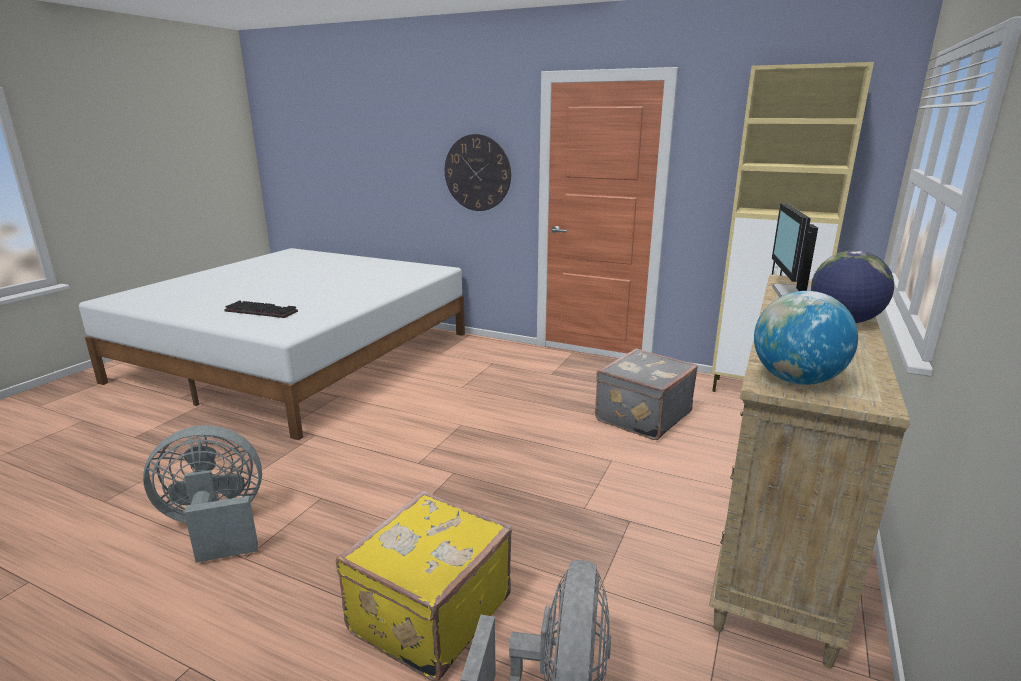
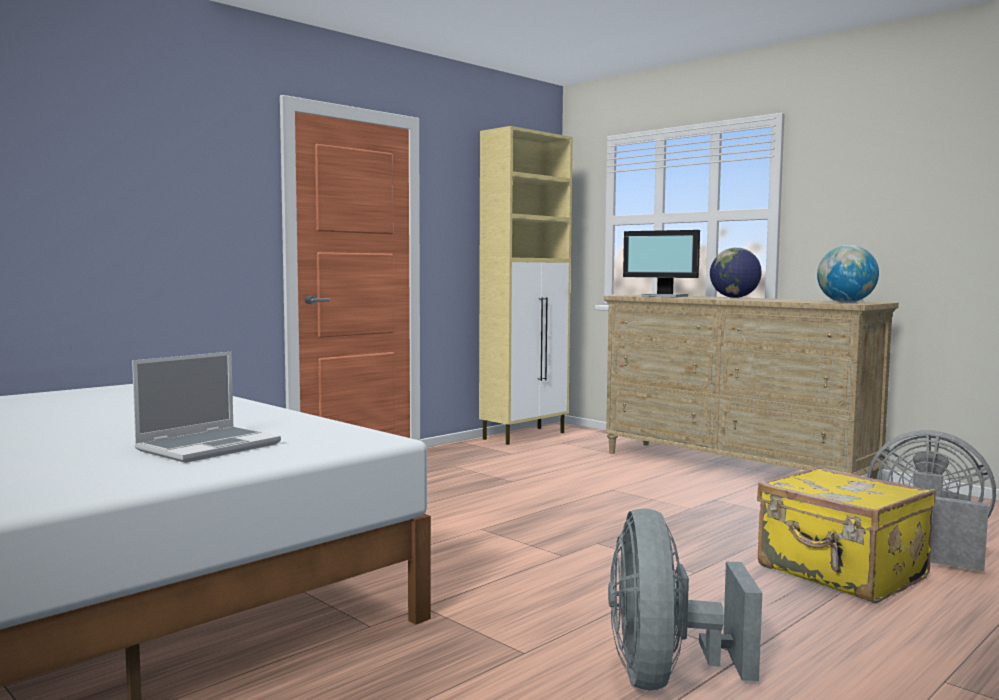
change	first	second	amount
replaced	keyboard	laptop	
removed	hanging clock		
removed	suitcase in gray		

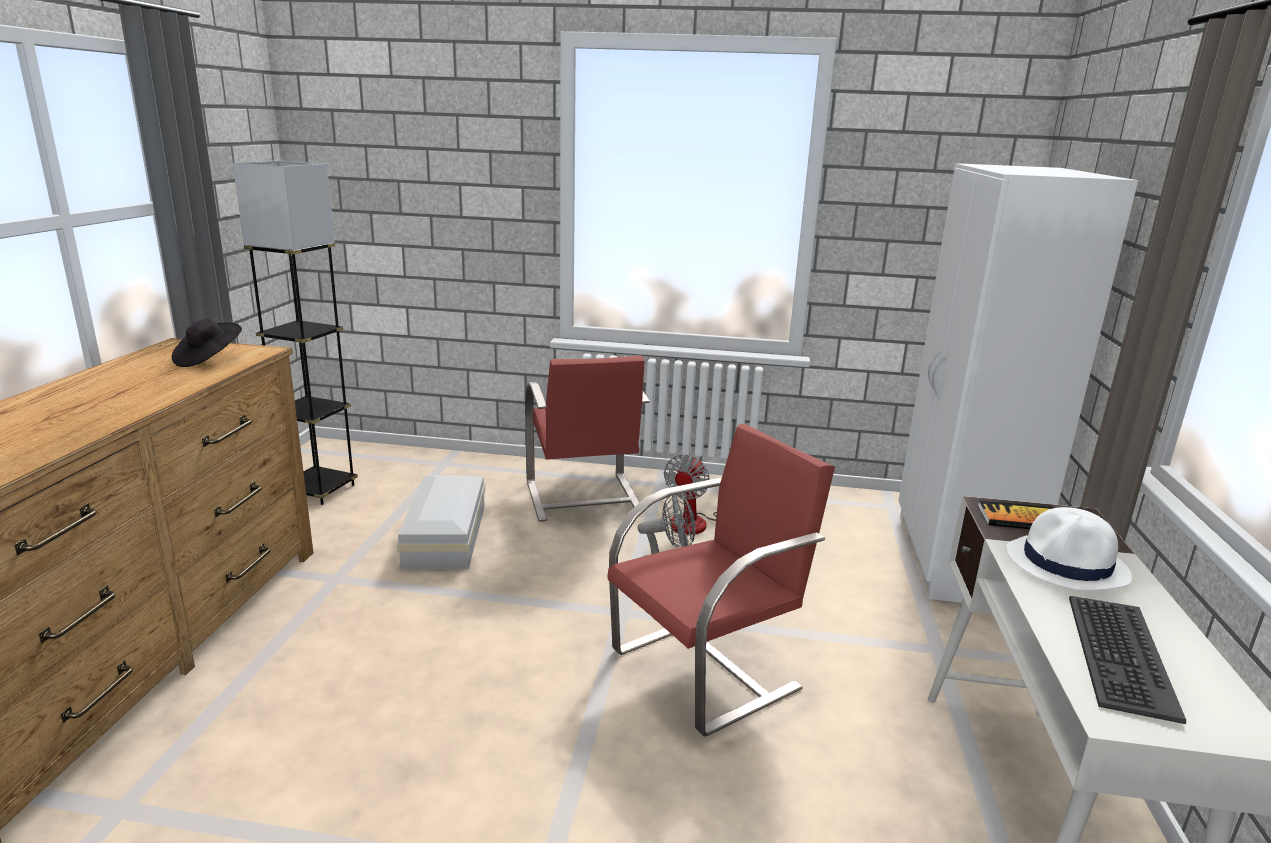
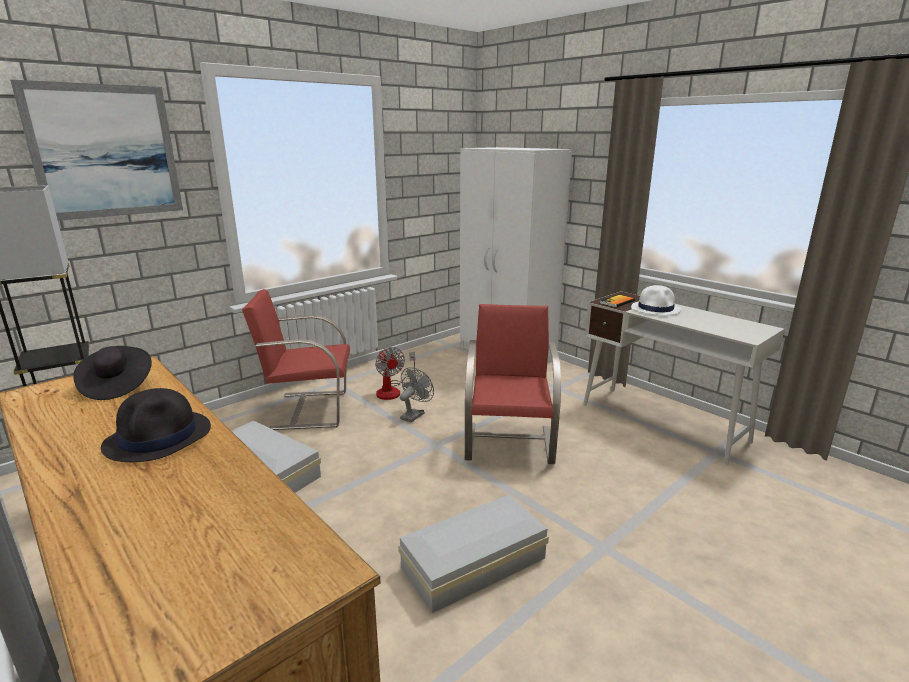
change	first	second	amount
added		wall art	
added		hat in black-coloured (2nd from left)	
turned	upright chair in red (1st from left)		150 degrees clockwise
added		storage container in whitish (2nd from left)	
removed	keyboard		

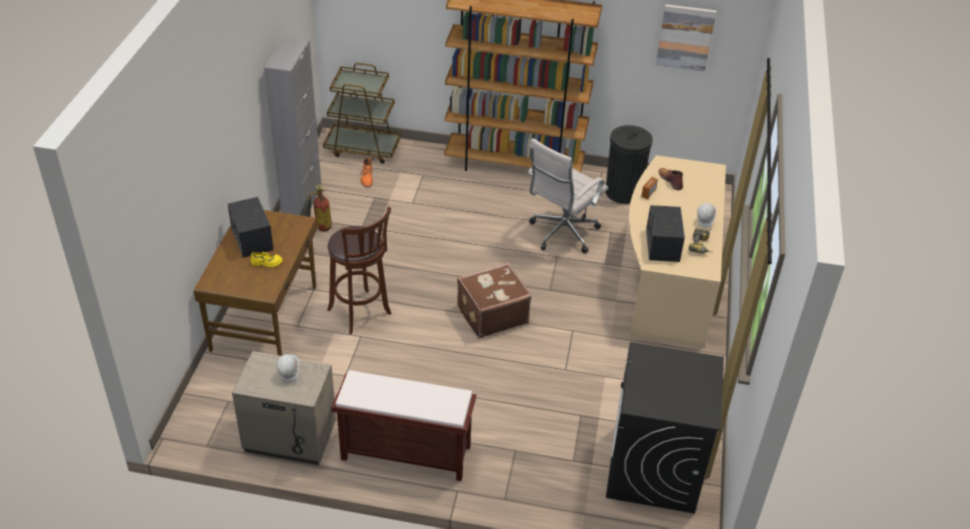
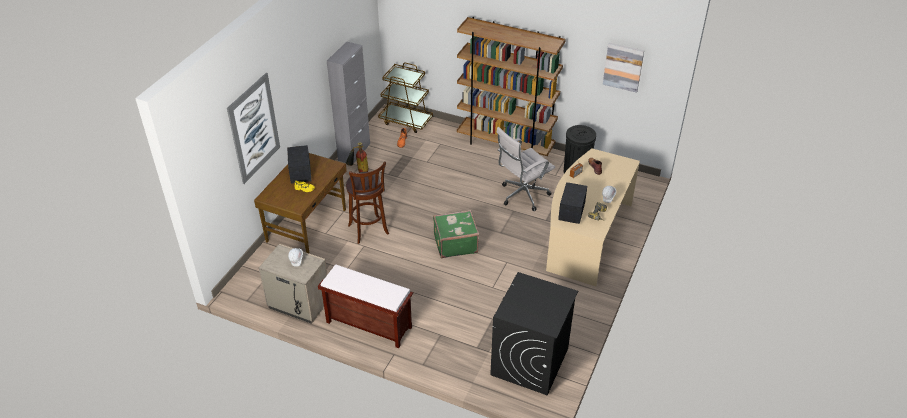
change	first	second	amount
added		wall art (1st from left)	
recoloured	suitcase in brownish	suitcase in green-coloured	

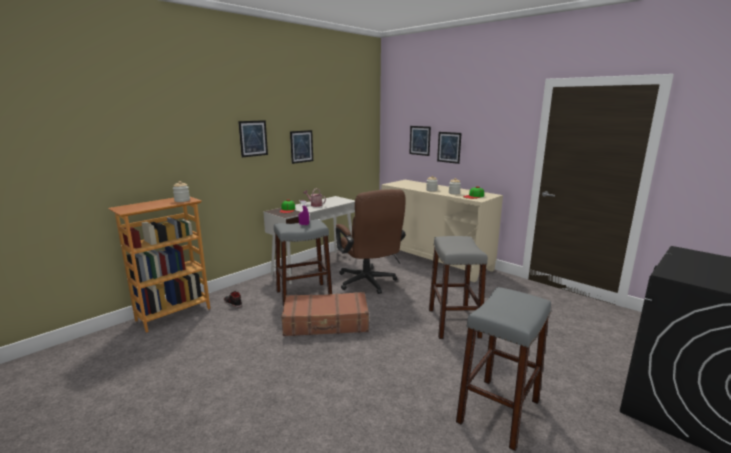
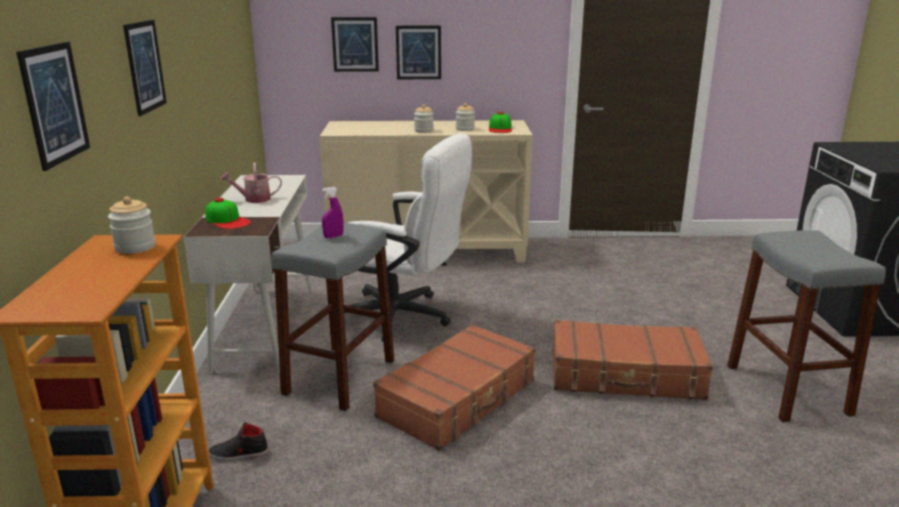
change	first	second	amount
moved	wall art (2nd from left in the first image)	wall art (1st from left)	
recoloured	computer chair in brownish	computer chair in whitish	
added		suitcase in brownish (2nd from left)	
removed	stool seat in gray (2nd from left)		

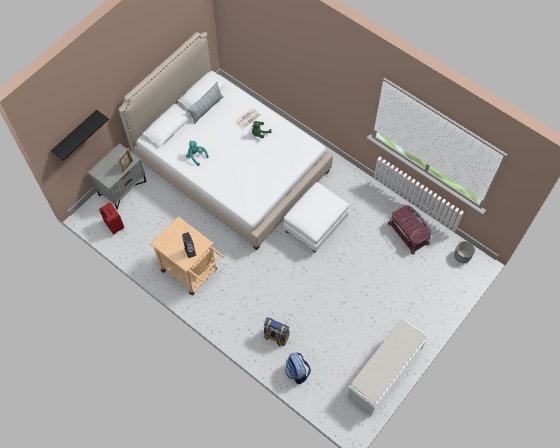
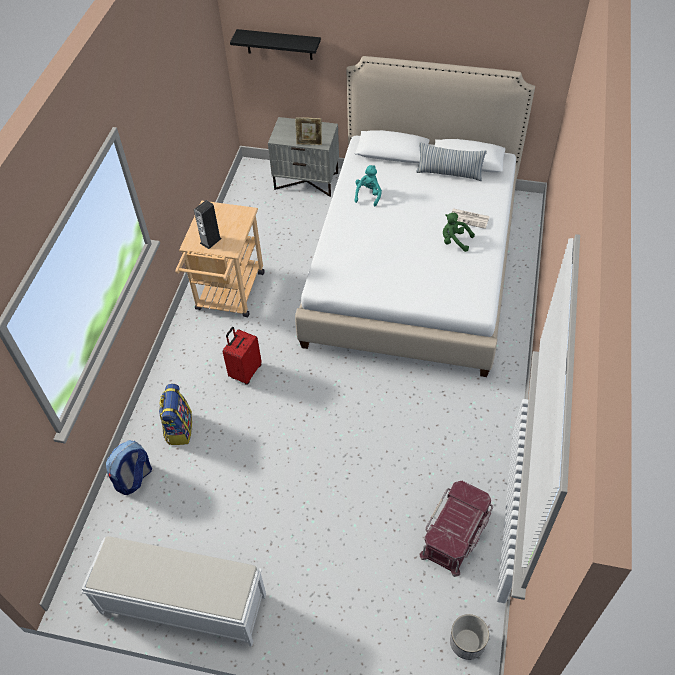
change	first	second	amount
moved	suitcase in red		
removed	pouffe in whitish		

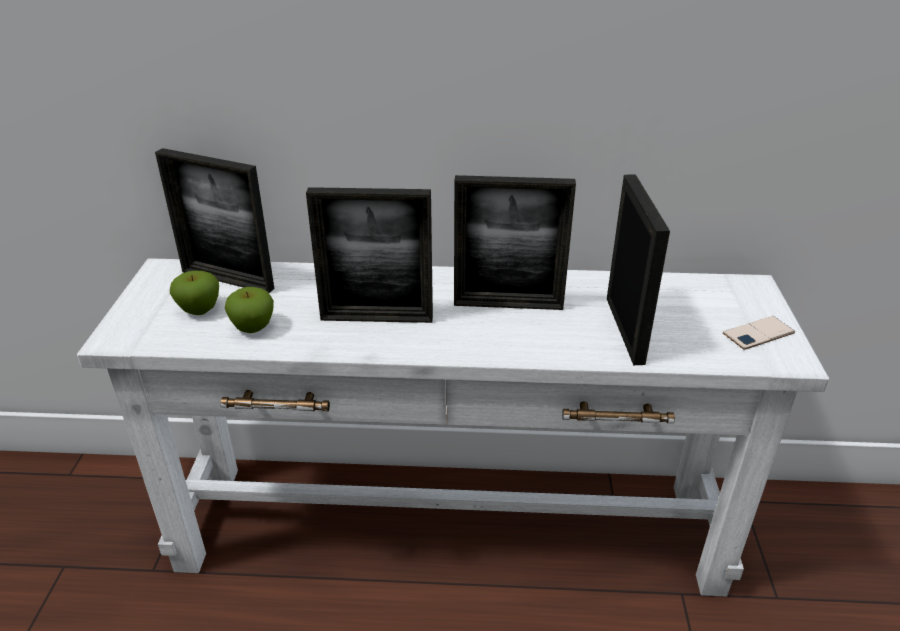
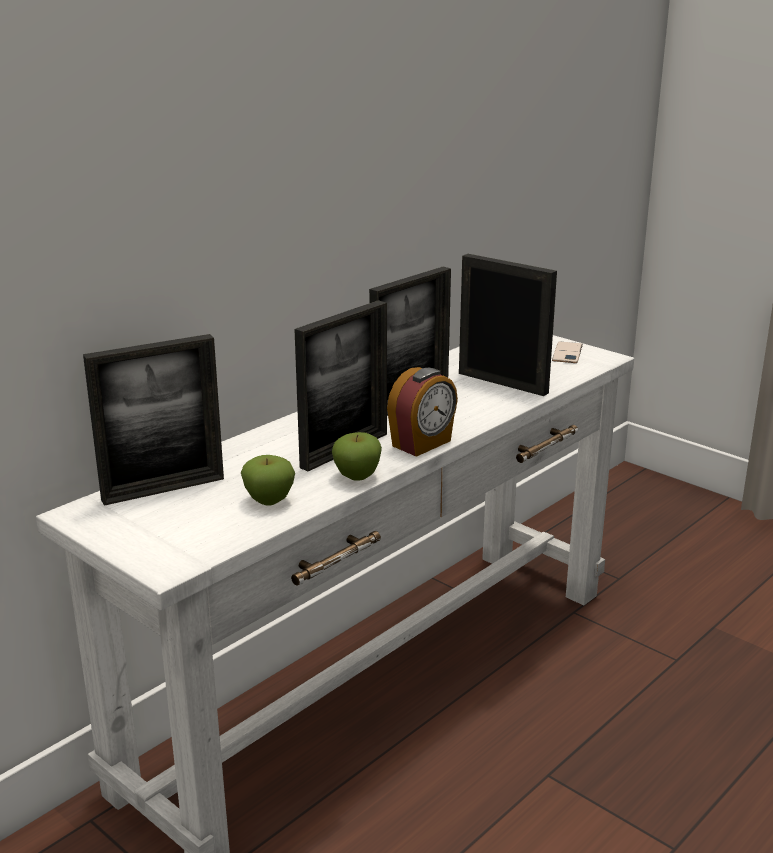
change	first	second	amount
moved	whole apple (1st from left in the first image)	whole apple (2nd from left)	
added		table clock	

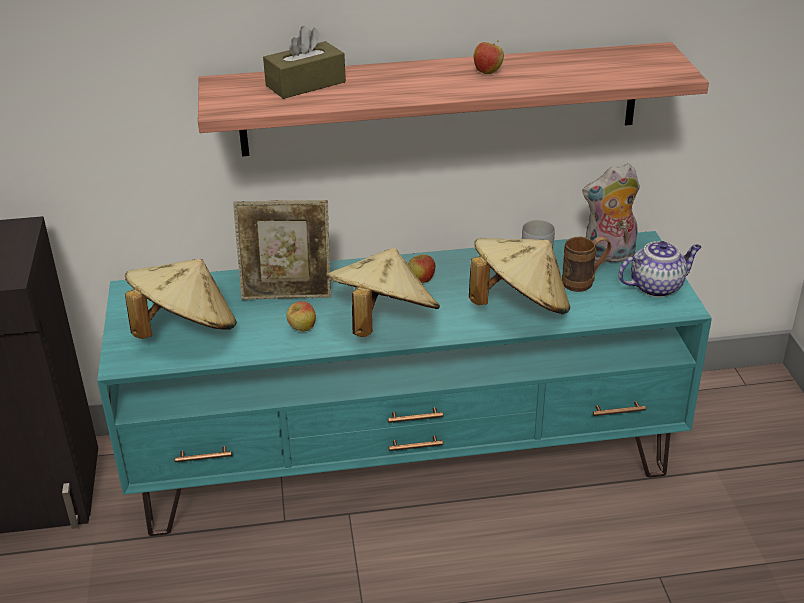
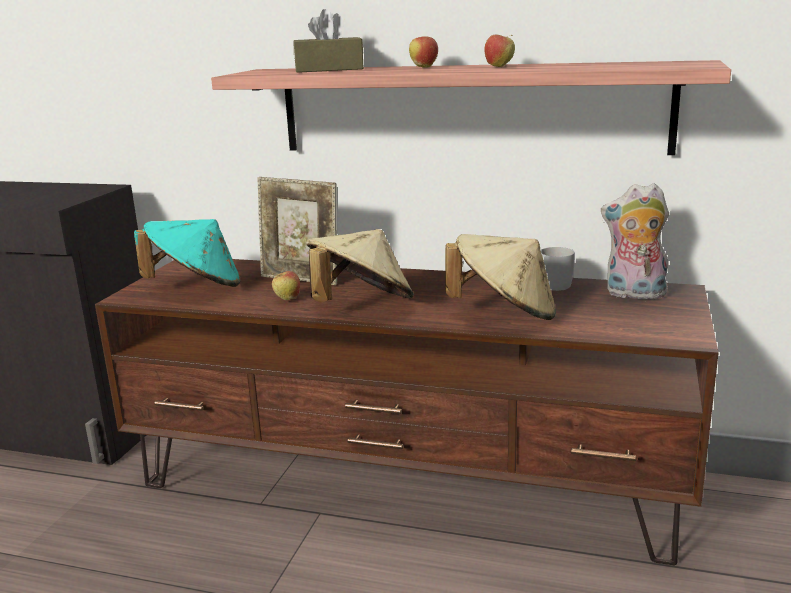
change	first	second	amount
recoloured	tv unit in turquoise-coloured	tv unit in brownish	
recoloured	hat in beige-coloured (1st from left)	hat in turquoise-coloured	
moved	whole apple (2nd from left)		
removed	mug in brownish		
removed	teapot		

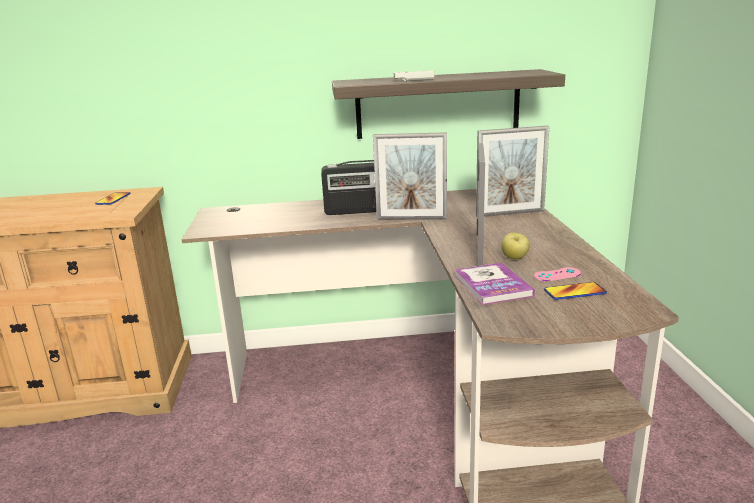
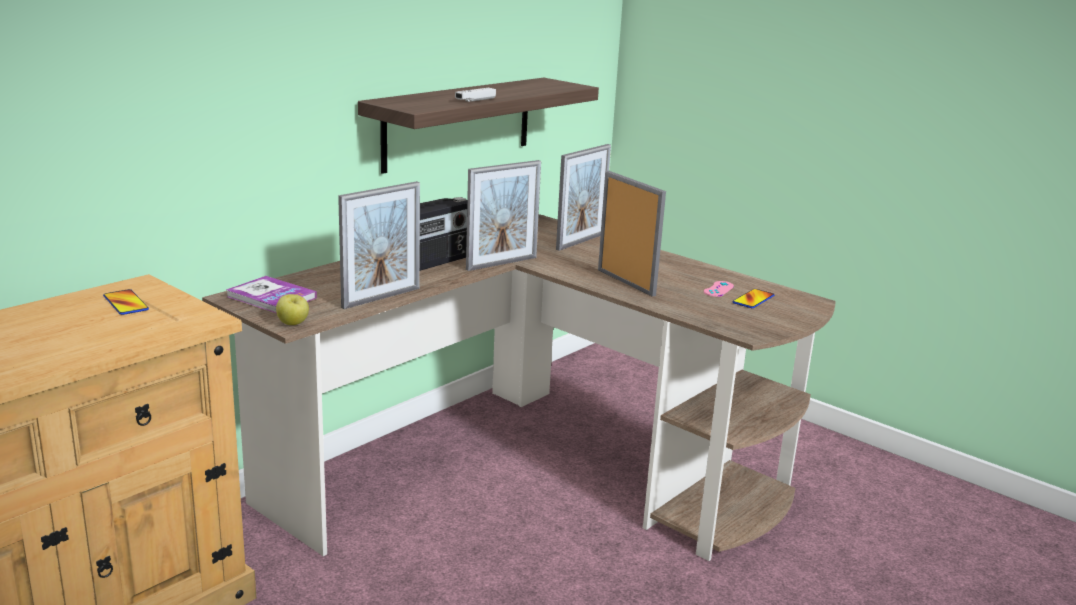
change	first	second	amount
moved	volume		
moved	whole apple		
added		picture frame (1st from left)	

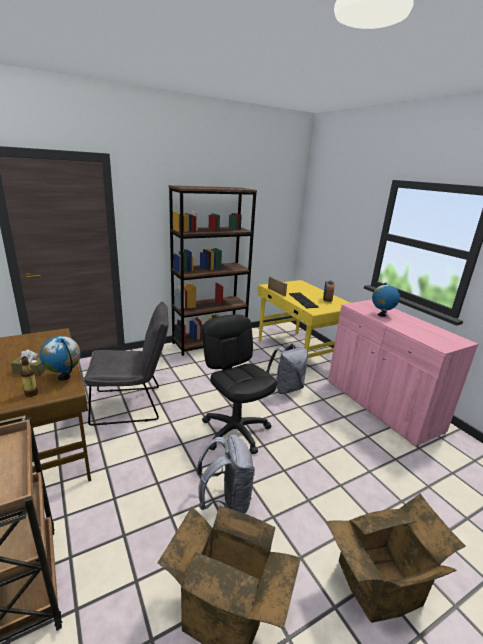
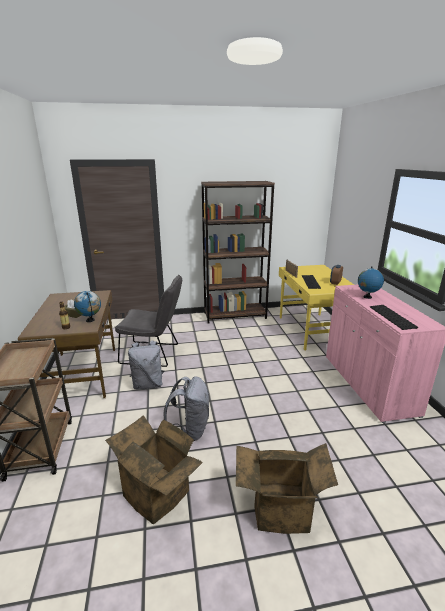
change	first	second	amount
moved	knapsack in gray (2nd from left in the first image)	knapsack in gray (1st from left)	
added		keyboard (2nd from left)	
removed	computer chair in black-coloured		

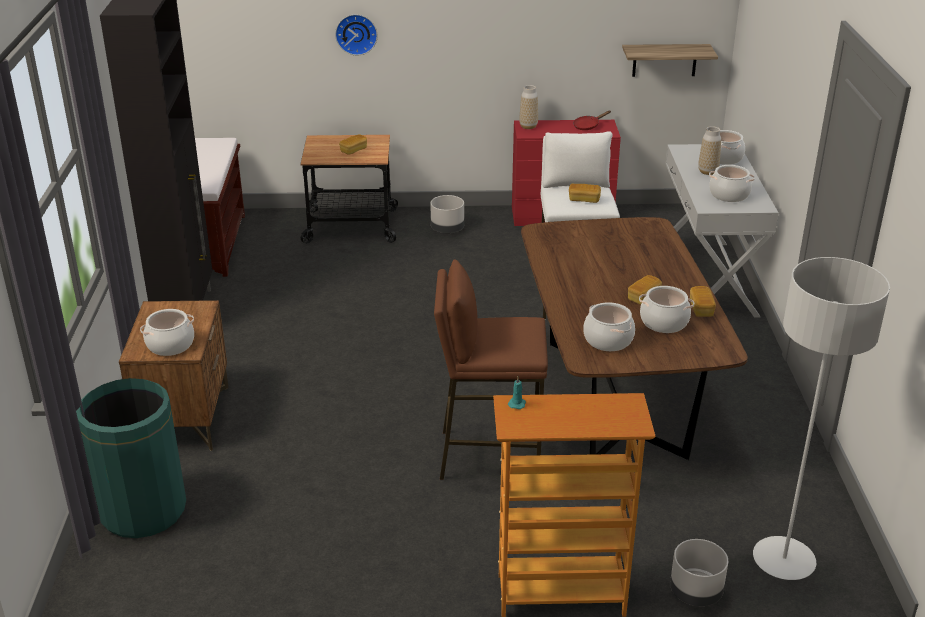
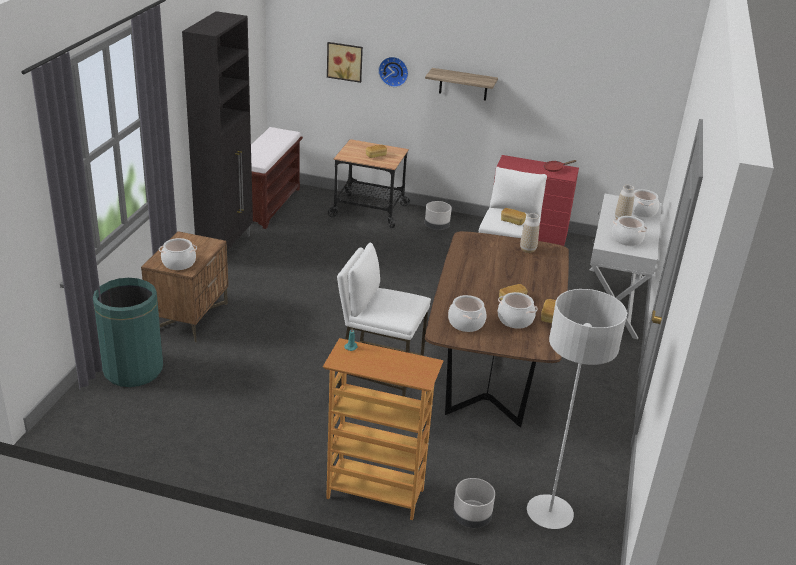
change	first	second	amount
added		wall art	
recoloured	stool seat in brownish	stool seat in whitish (1st from left)	
moved	wall shelf		
moved	decorative vase (1st from left)		

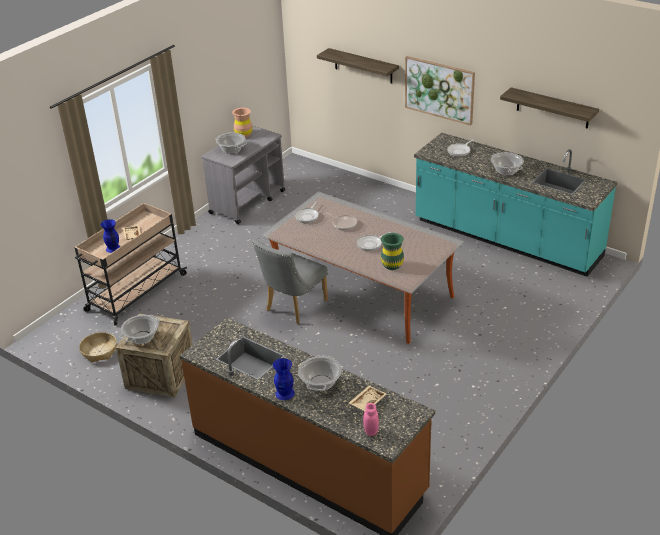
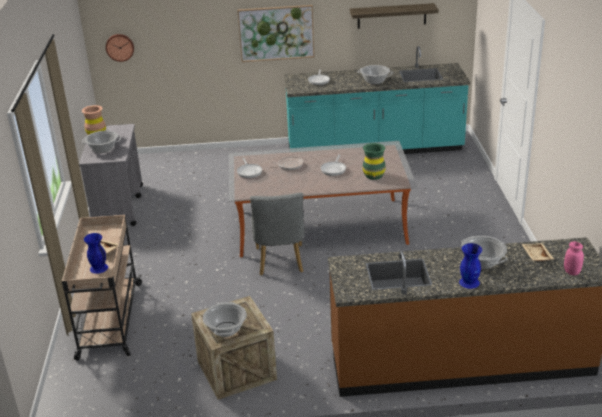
change	first	second	amount
added		hanging clock	
removed	household basket		
removed	wall shelf (1st from left)		

